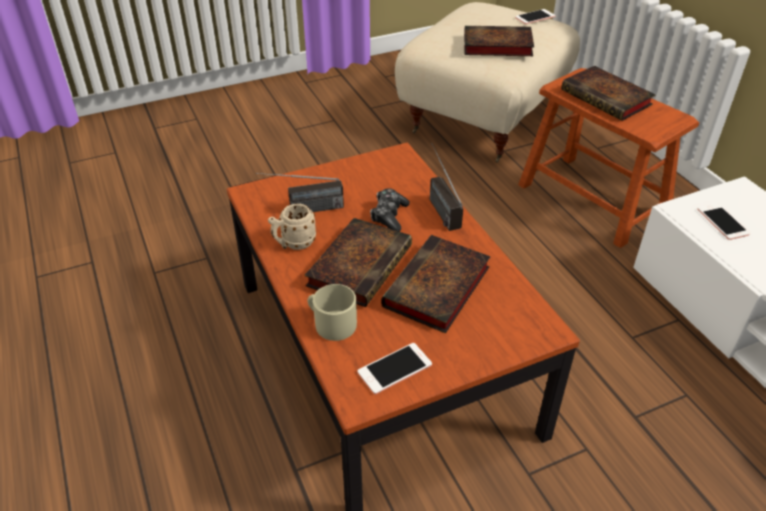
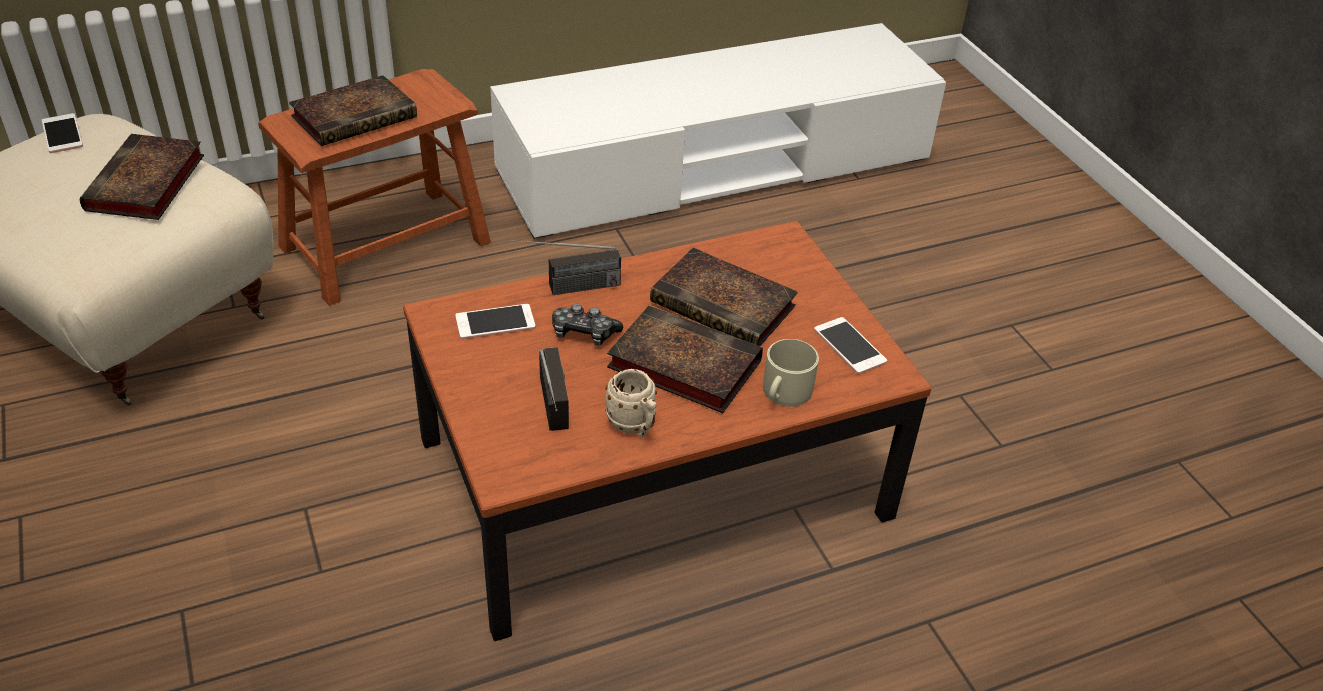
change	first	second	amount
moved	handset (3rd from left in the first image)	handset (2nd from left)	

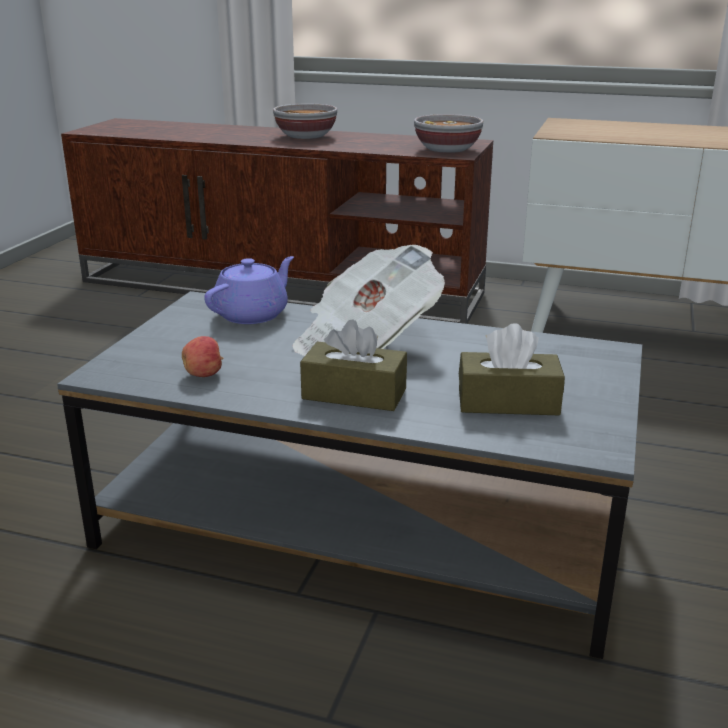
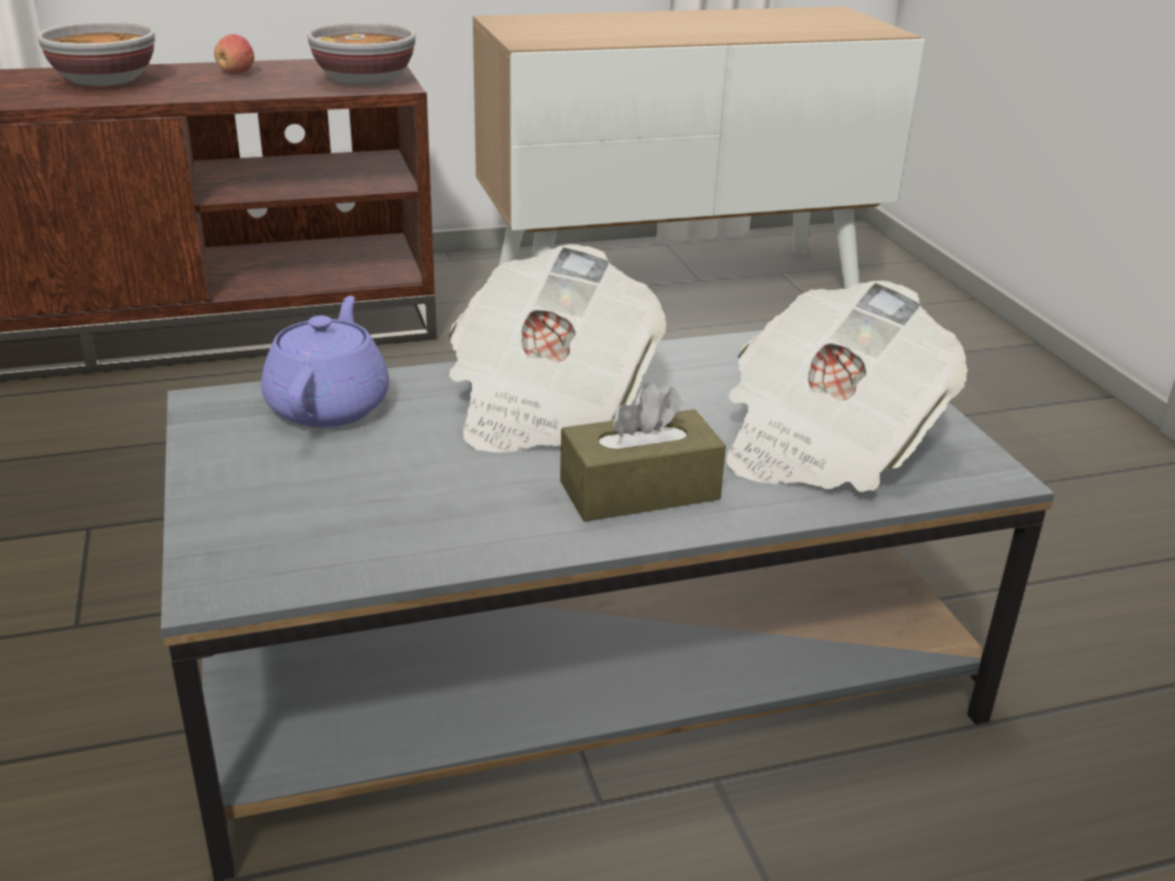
change	first	second	amount
moved	whole apple		
replaced	box of tissues in brownish (2nd from left)	printed paper (2nd from left)	

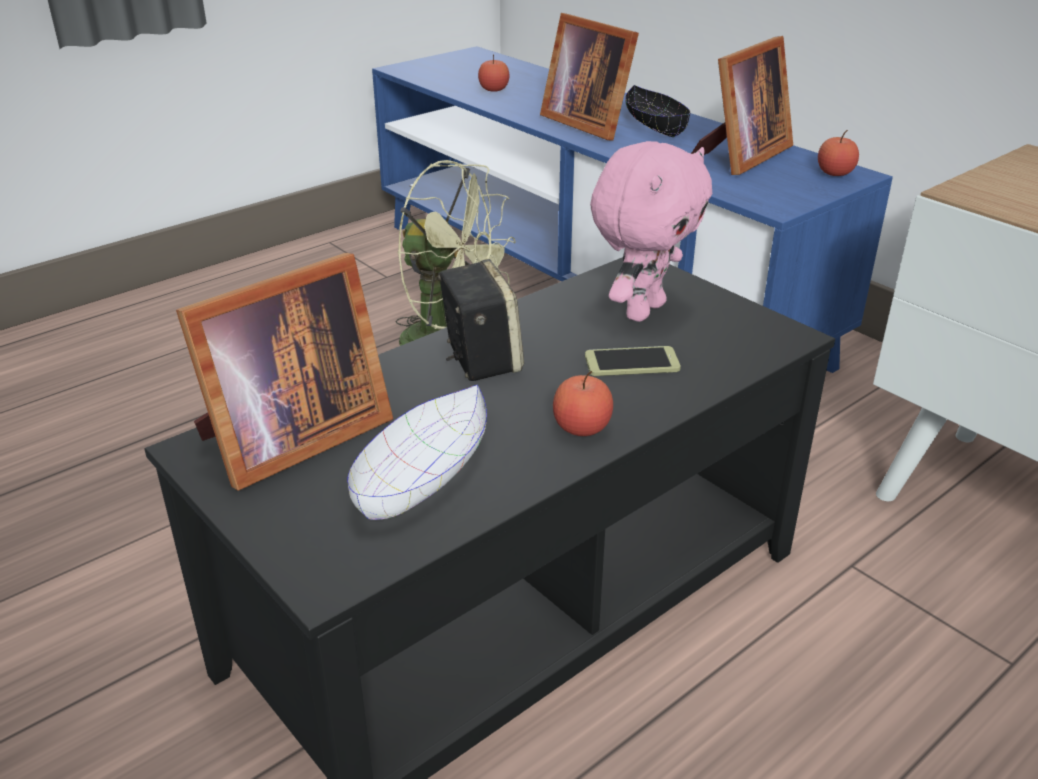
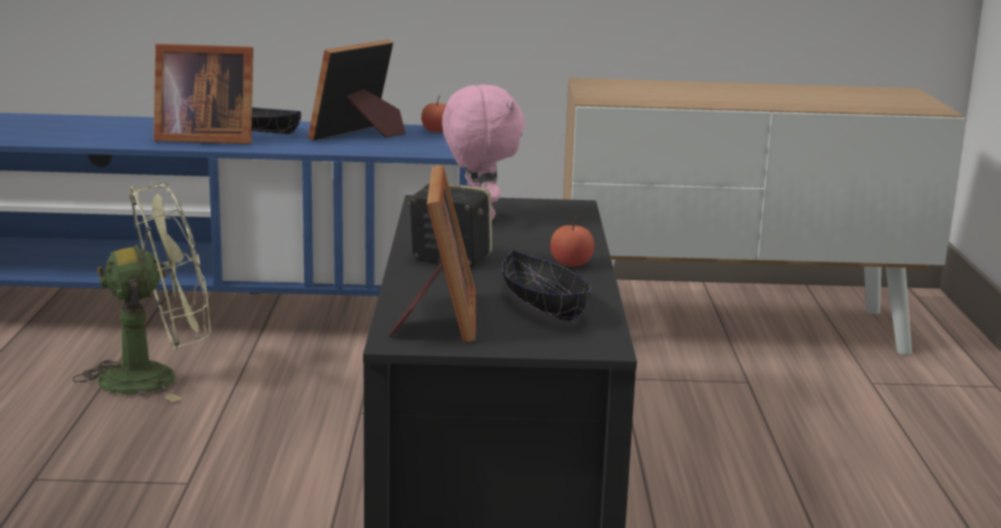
change	first	second	amount
turned	picture frame (3rd from left in the first image)	picture frame (2nd from left)	135 degrees counterclockwise
recoloured	serving bowl in whitish	serving bowl in black-coloured (2nd from left)	
removed	whole apple (1st from left)		
removed	handset		

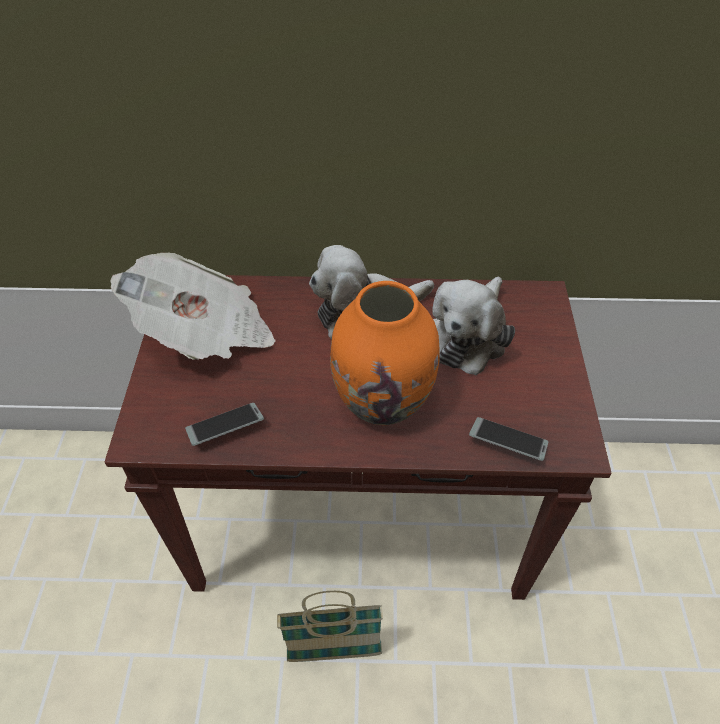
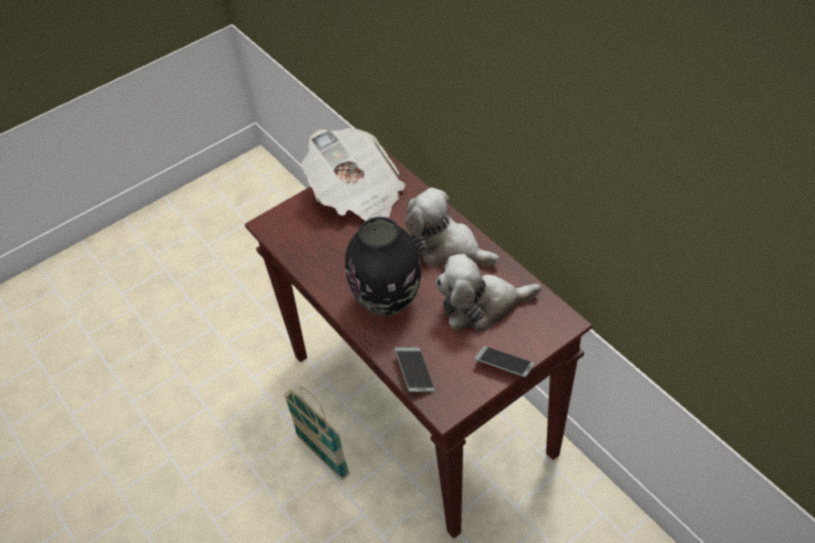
change	first	second	amount
recoloured	decorative vase in orange-coloured	decorative vase in black-coloured	
moved	handset (1st from left in the first image)	handset (2nd from left)	

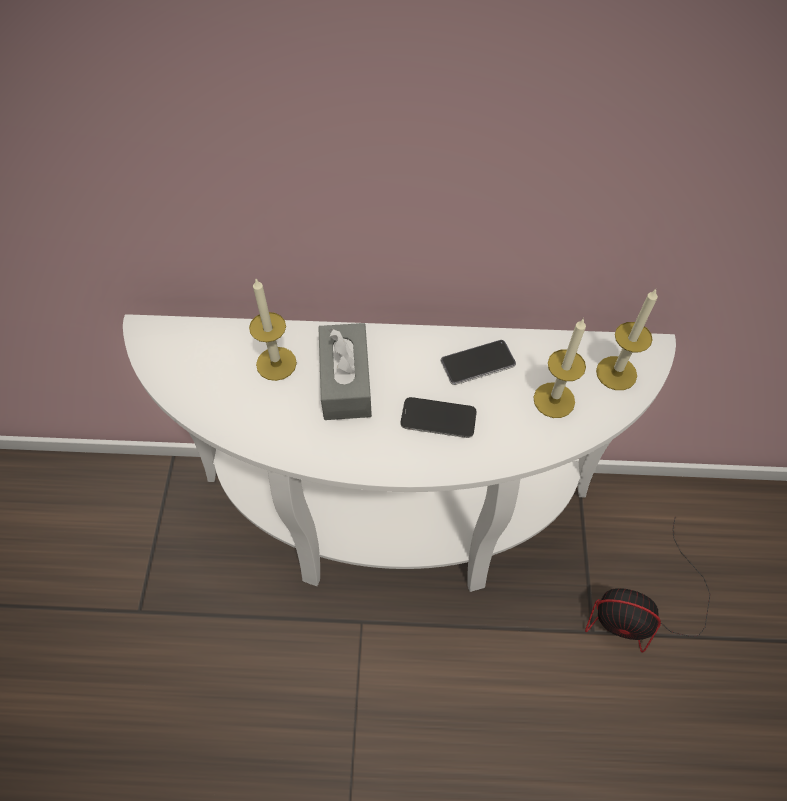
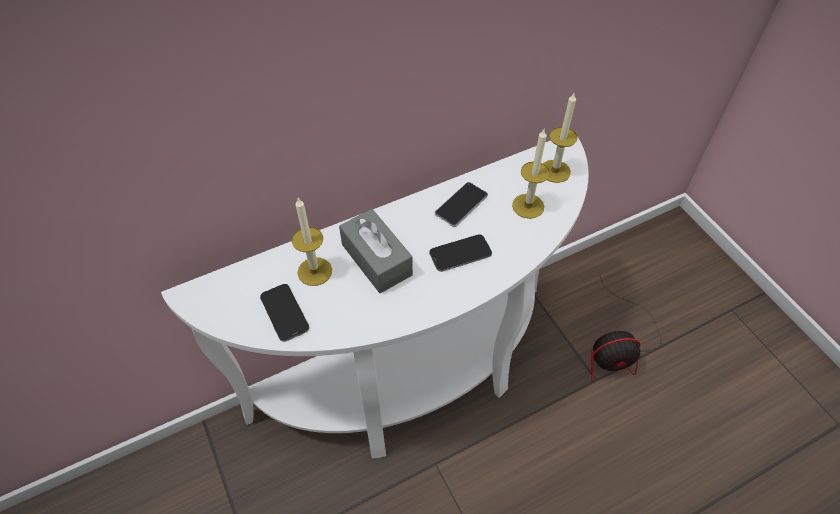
change	first	second	amount
added		handset (1st from left)	

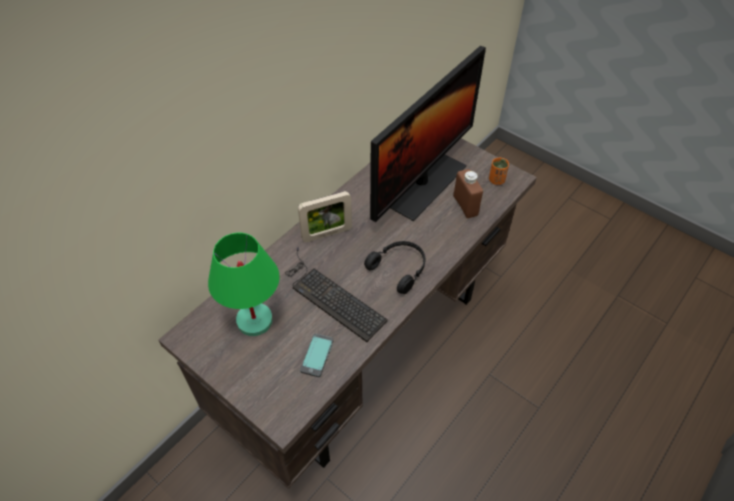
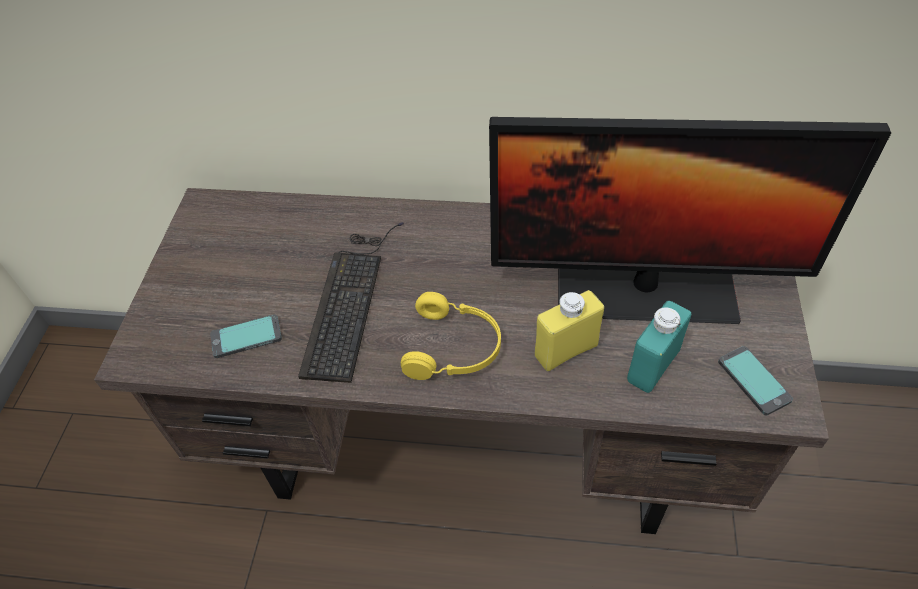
change	first	second	amount
recoloured	pair of headphones in black-coloured	pair of headphones in yellowish	
added		bottle in yellowish	
recoloured	bottle in brownish	bottle in turquoise-coloured	
replaced	drinking cup in orange-coloured	handset (2nd from left)	
removed	lamp for a table in green-coloured		
removed	picture frame		

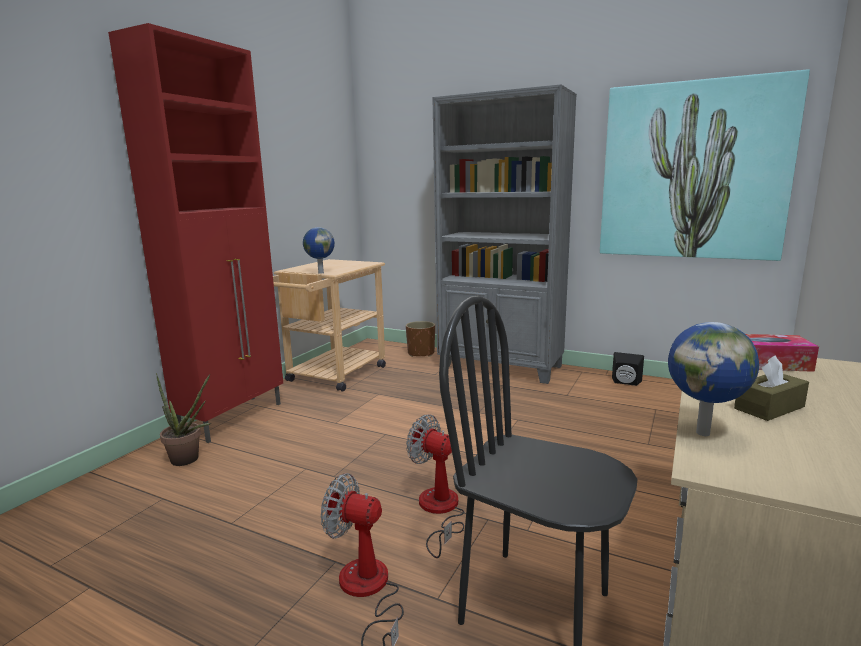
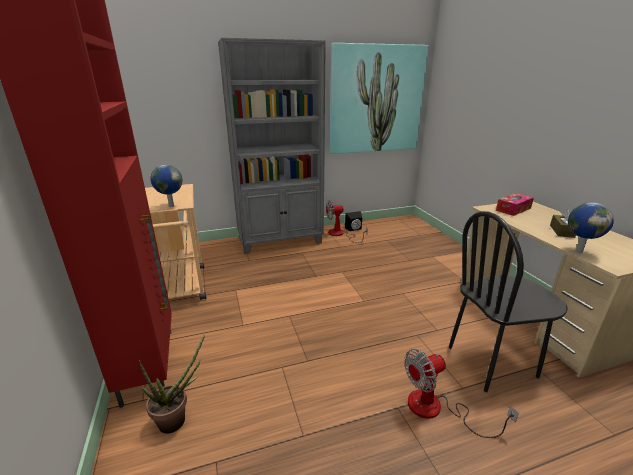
change	first	second	amount
moved	cooling fan (2nd from left in the first image)	cooling fan (1st from left)	
removed	plant pot in brownish		

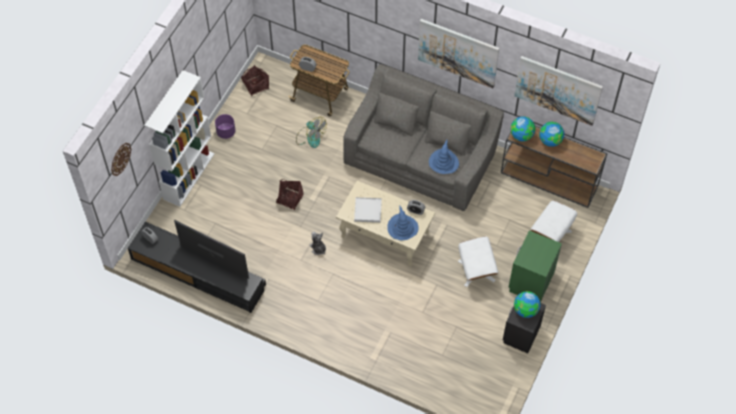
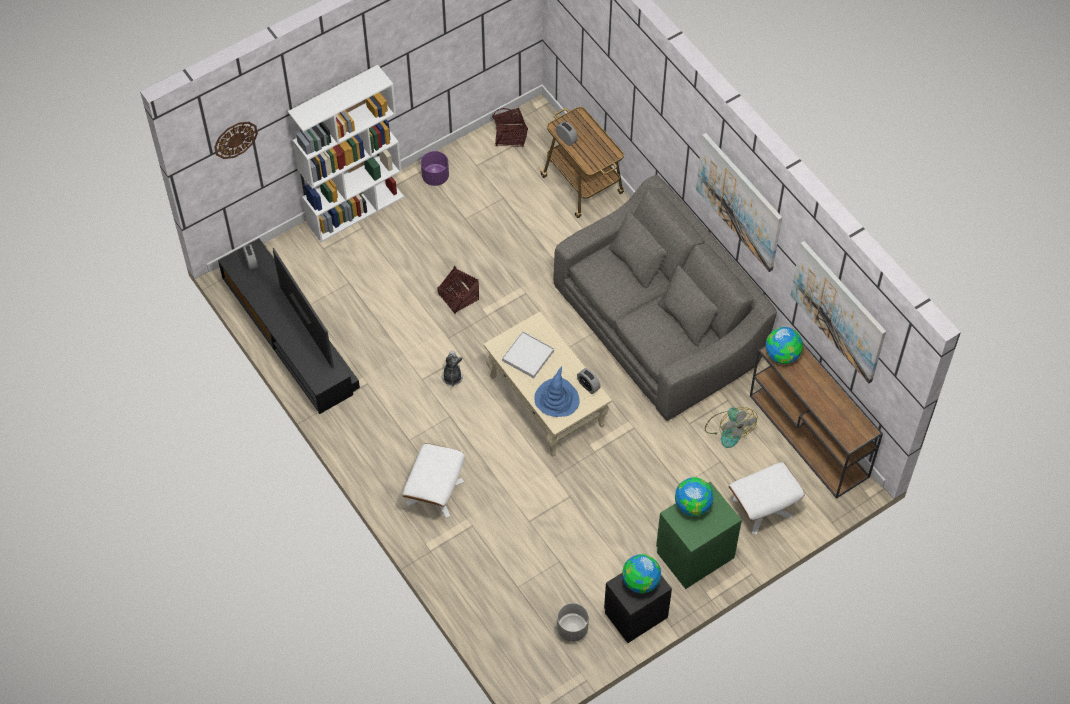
change	first	second	amount
moved	pouffe in whitish (1st from left)		
added		plant pot in gray	
moved	desk globe (3rd from left in the first image)	desk globe (2nd from left)	
moved	cooling fan		
removed	hat in blue (2nd from left)		

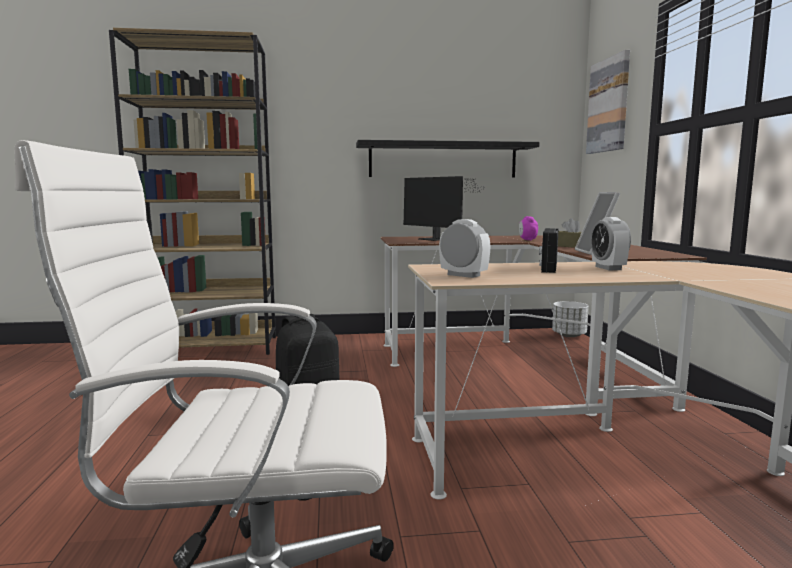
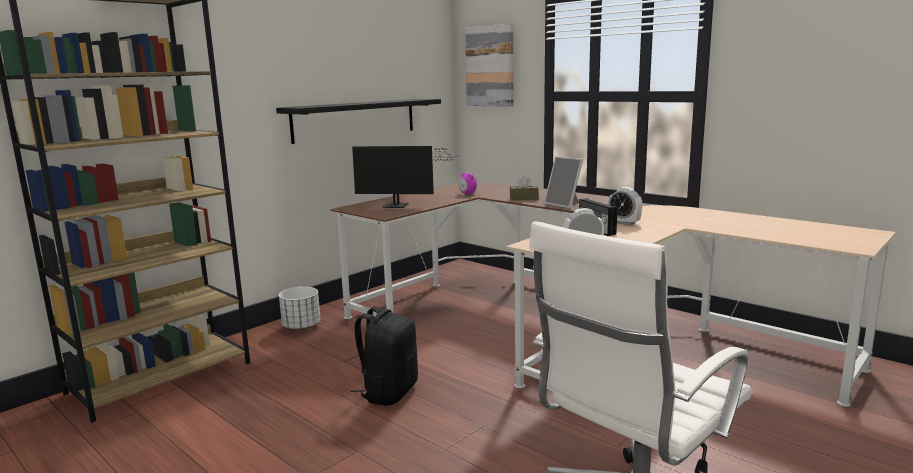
change	first	second	amount
moved	plant pot in whitish		

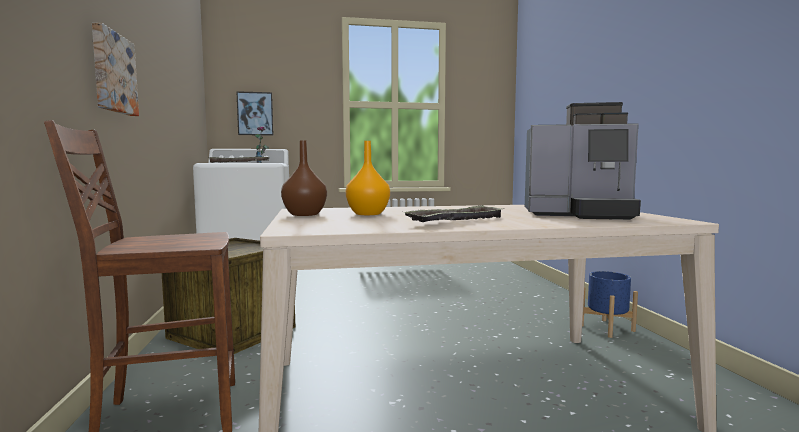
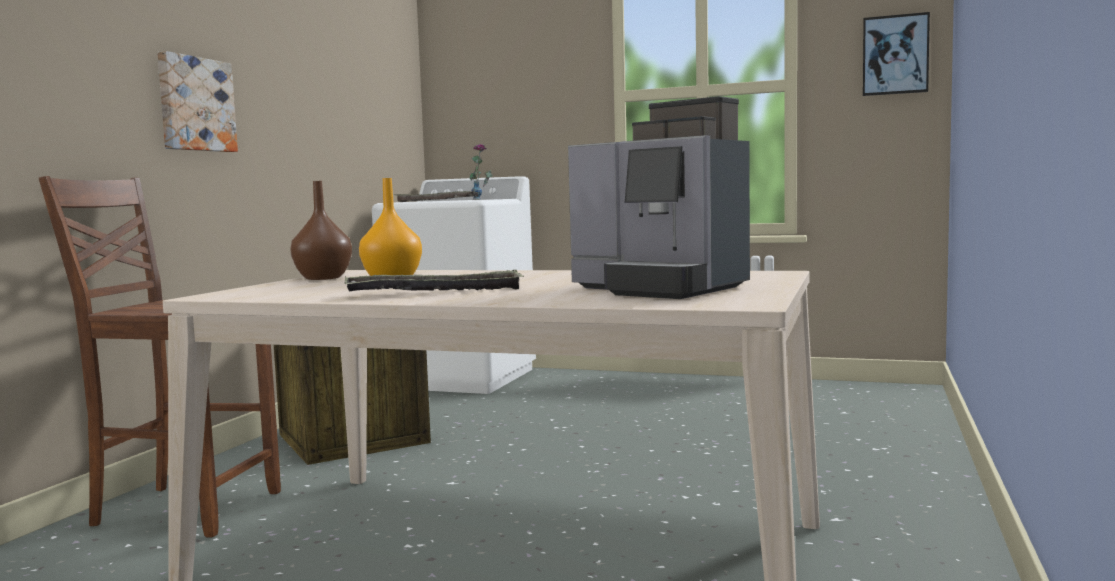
change	first	second	amount
moved	wall art (2nd from left)		
removed	plant pot in blue		

